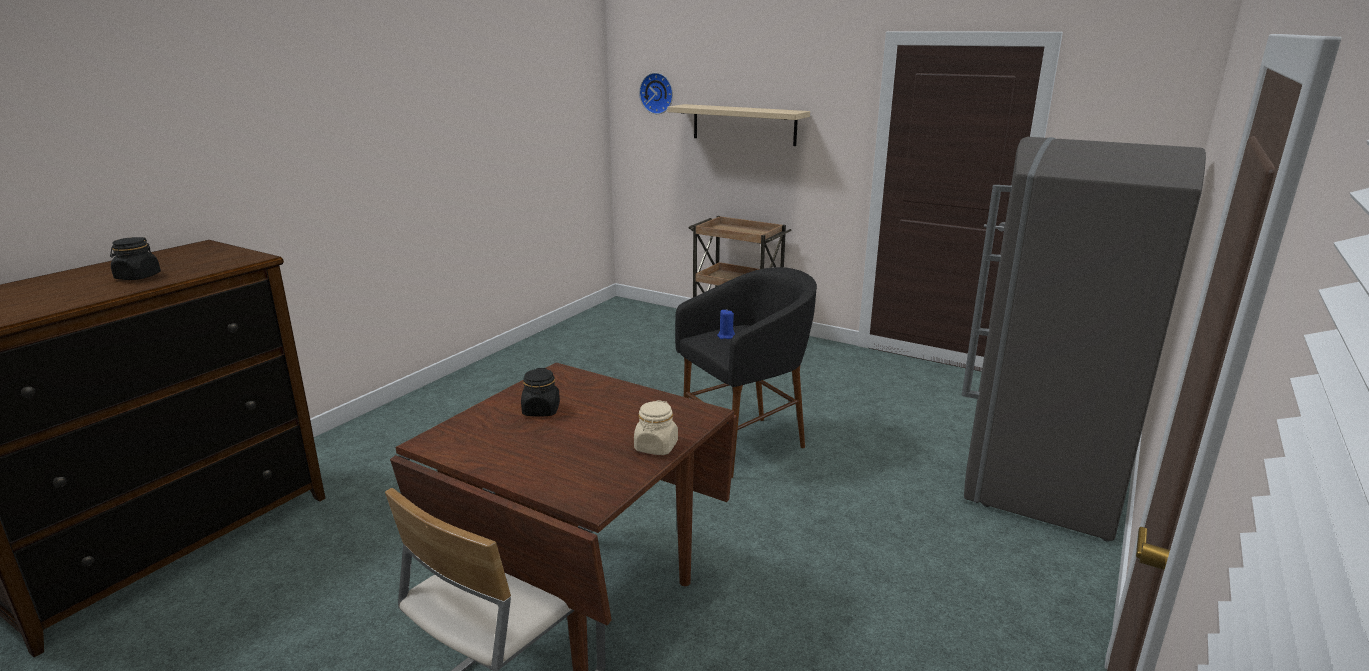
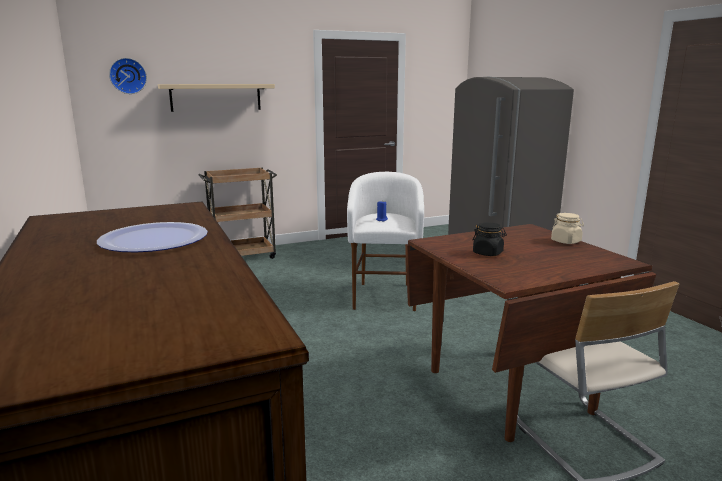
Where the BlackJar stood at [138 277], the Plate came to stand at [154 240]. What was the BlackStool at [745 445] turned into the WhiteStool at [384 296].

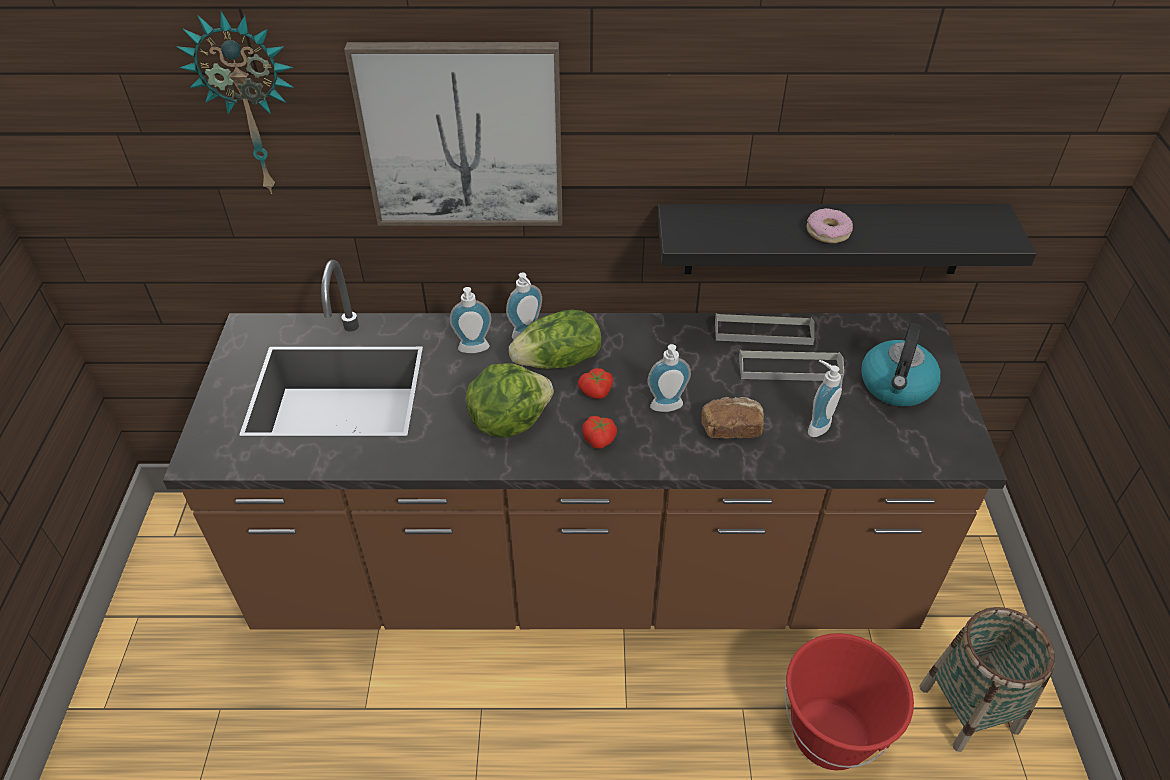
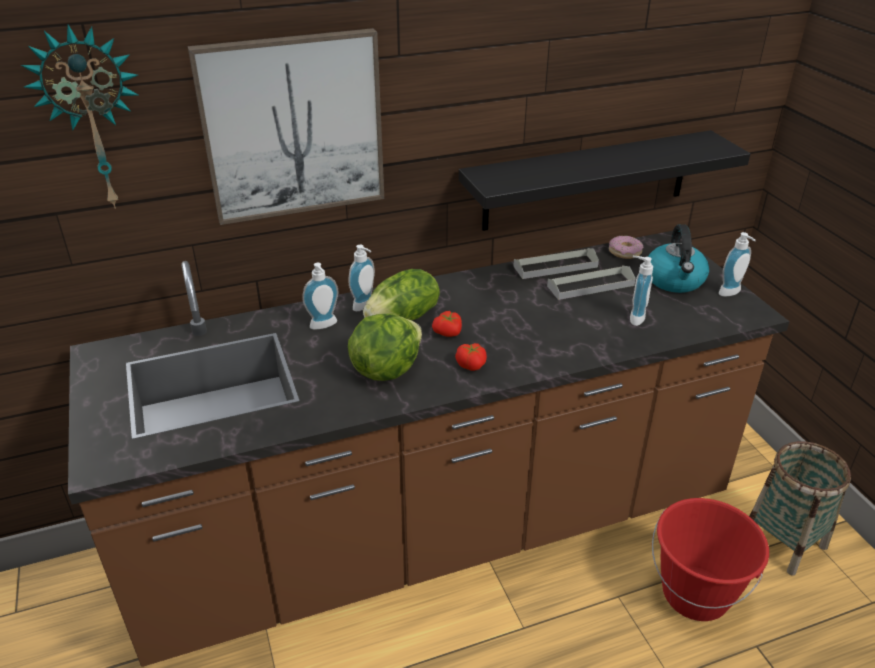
The Donut ended up elsewhere, having gone from [827 232] to [624 252]. The SoapDispenser ended up elsewhere, having gone from [667 408] to [732 293]. The second view lost the Bread at [730 428].

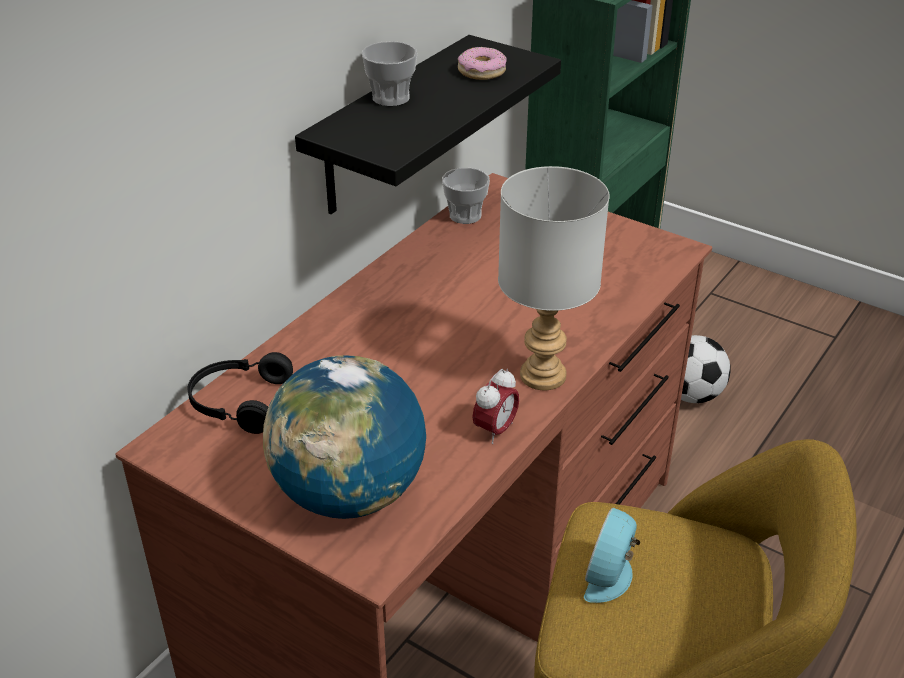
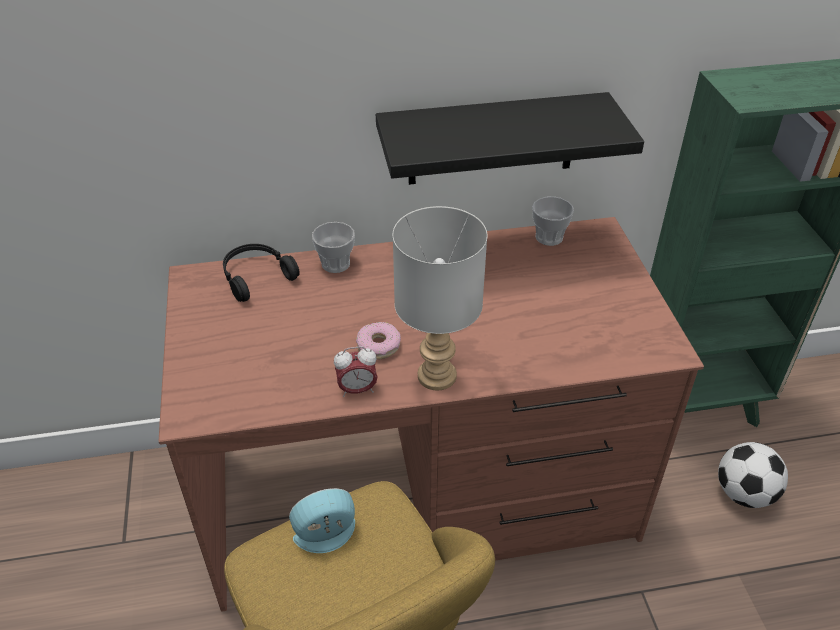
The Cup ended up elsewhere, having gone from [391 98] to [335 264]. The Donut ended up elsewhere, having gone from [481 71] to [378 345]. The second view lost the Globe at [349 494].

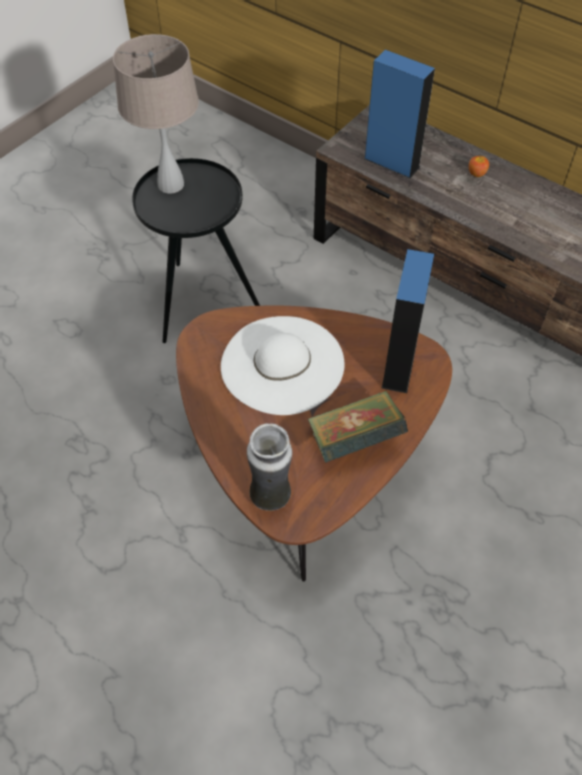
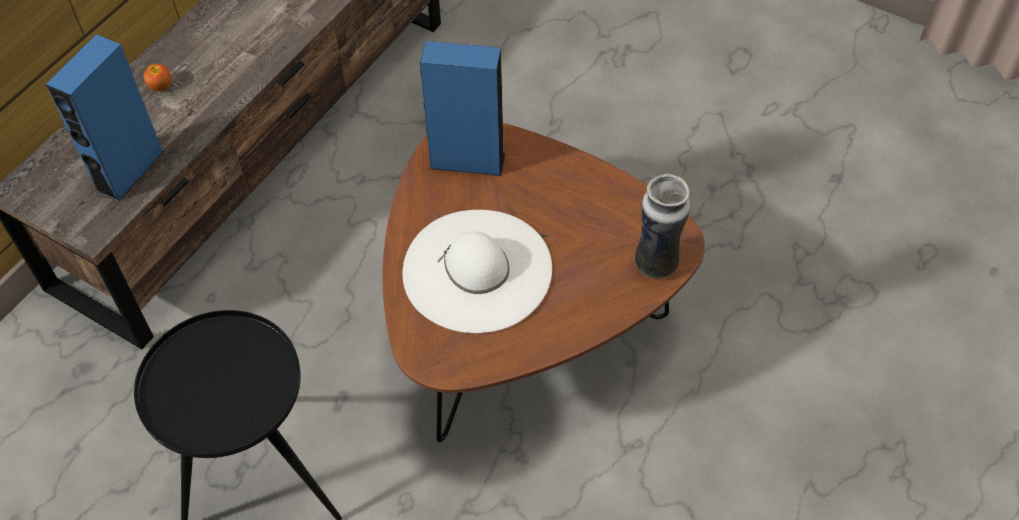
The second view lost the BeigeTableLamp at [170 184]. The second view lost the Book at [354 441].

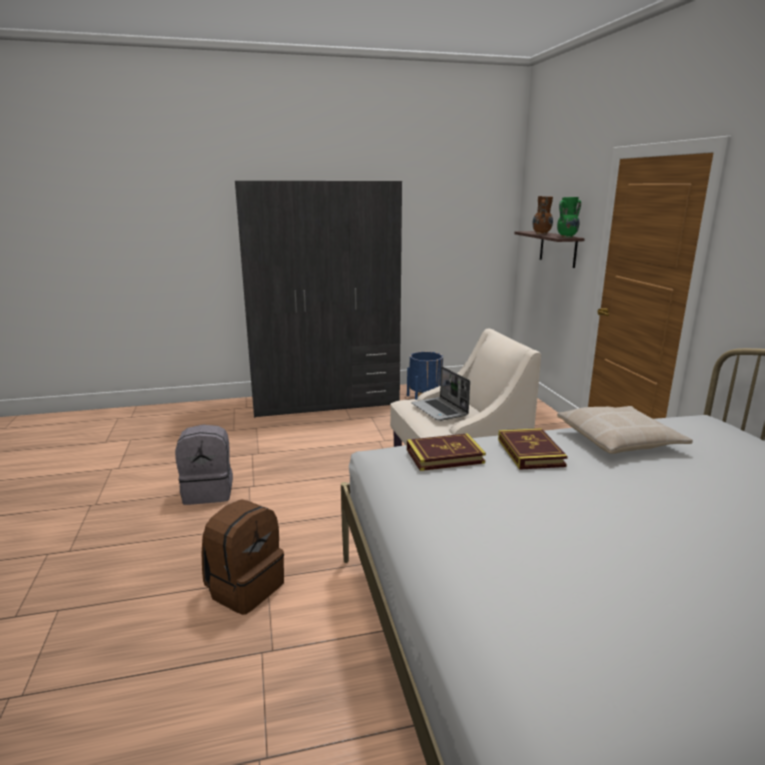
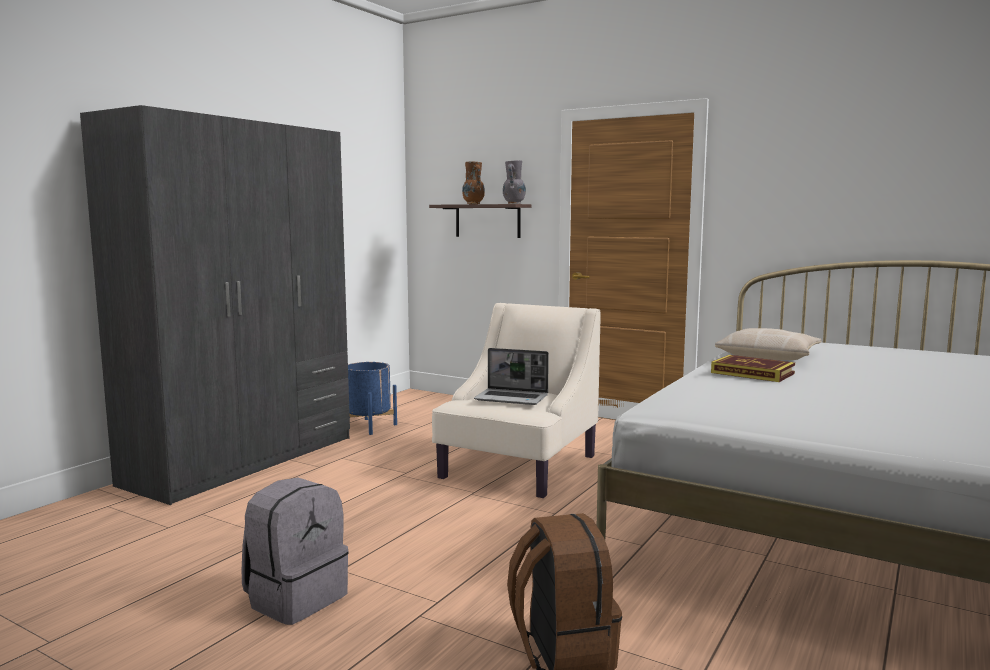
What was the GreenVase at [566 237] turned into the GreyVase at [513 203]. The second view lost the Book at [444 456].

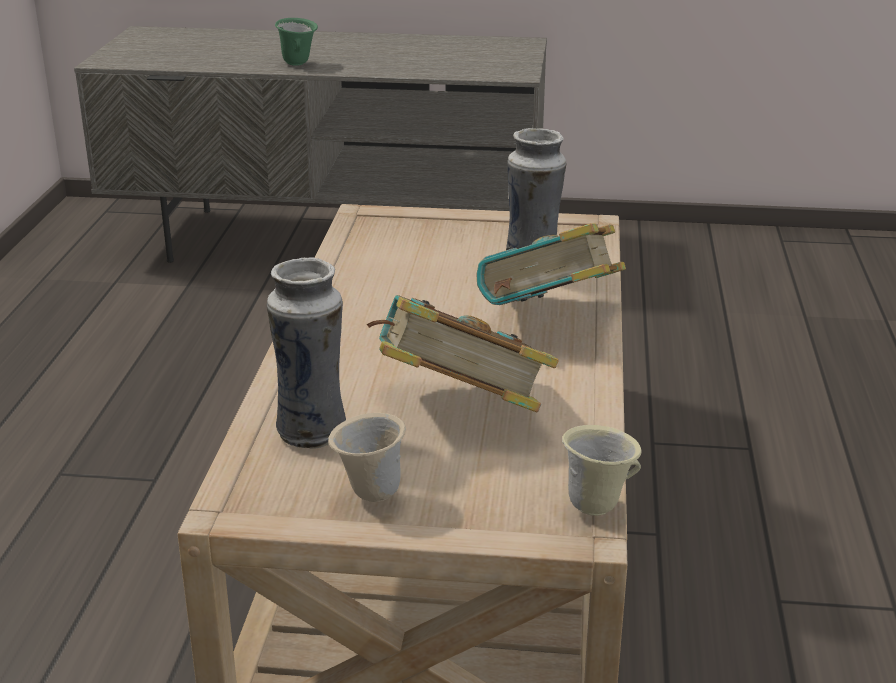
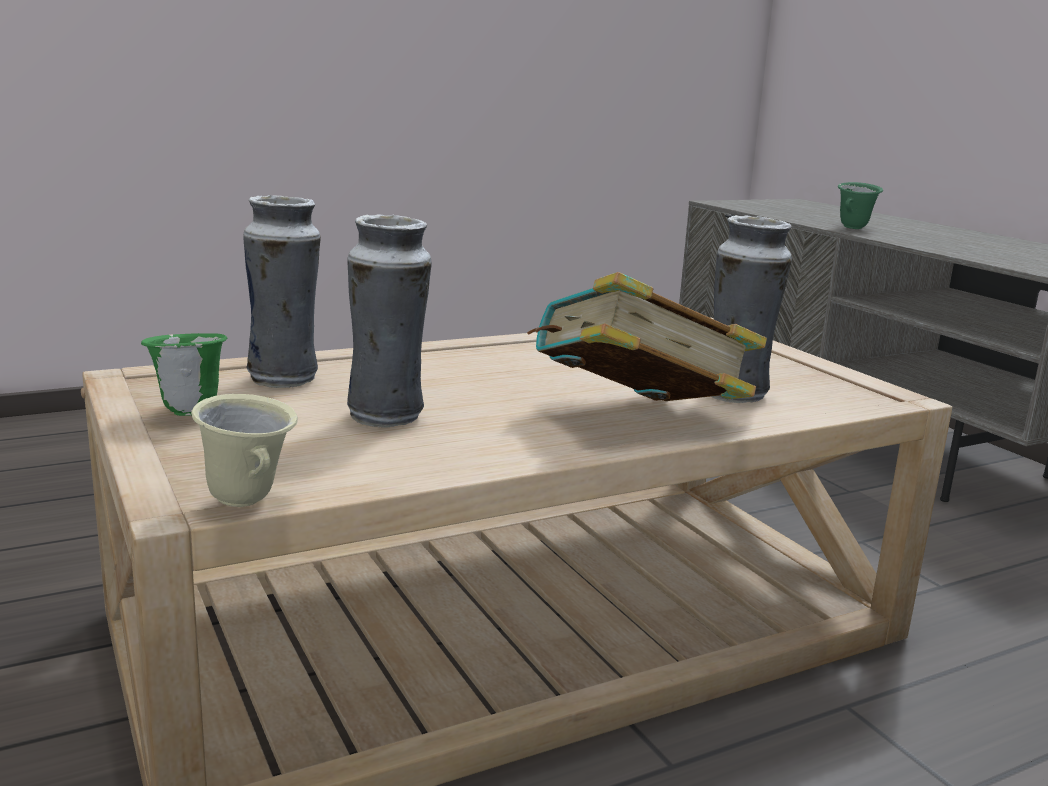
What was the BeigeMug at [369 494] turned into the GreenMug at [189 411]. Where the Book stood at [458 410], the Vase came to stand at [388 417].

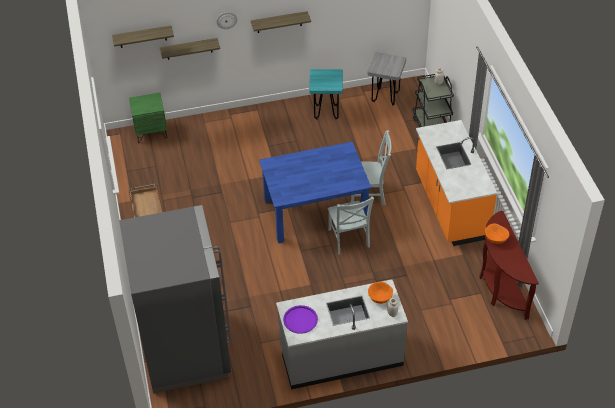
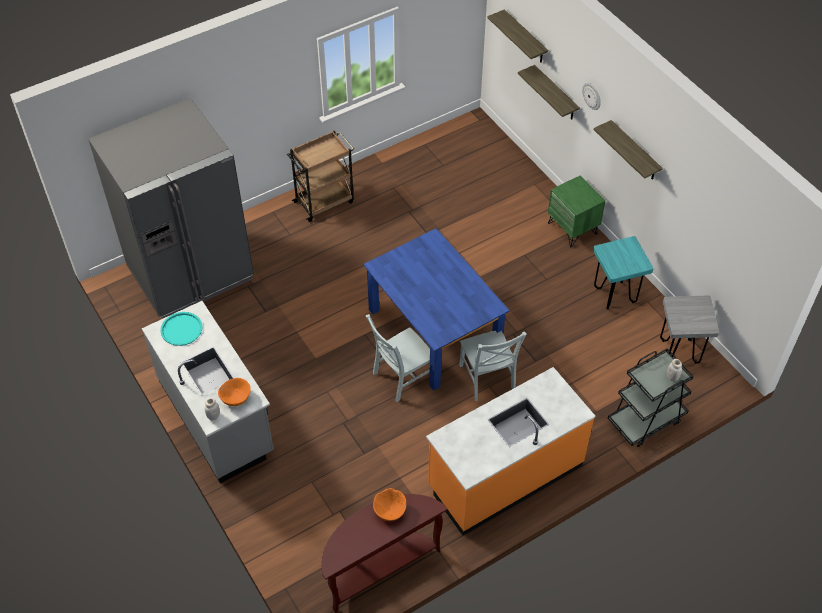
What was the PurpleTray at [300 320] turned into the TurquoiseTray at [181 329]. The GreenNightstand ended up elsewhere, having gone from [151 132] to [572 228].

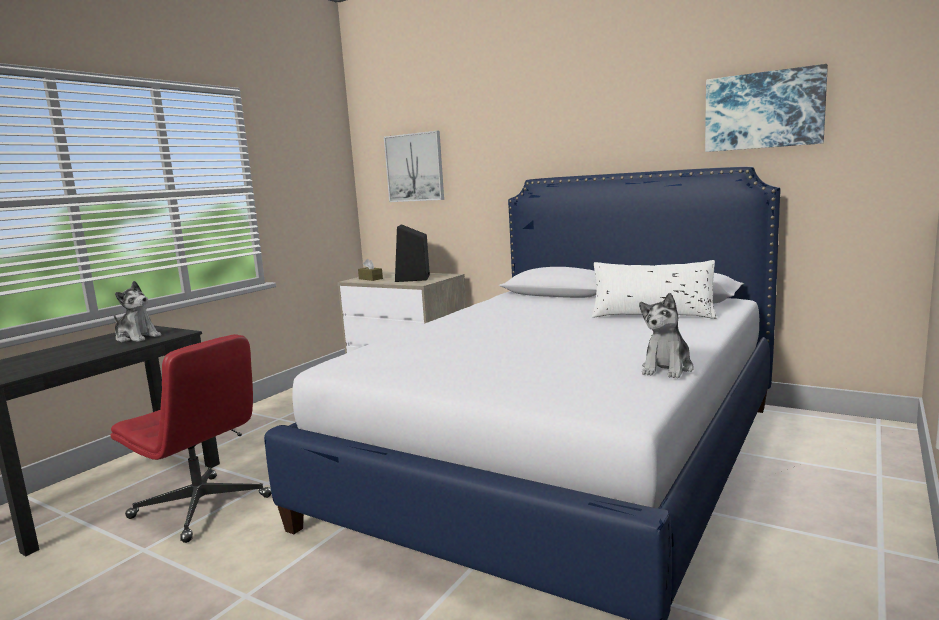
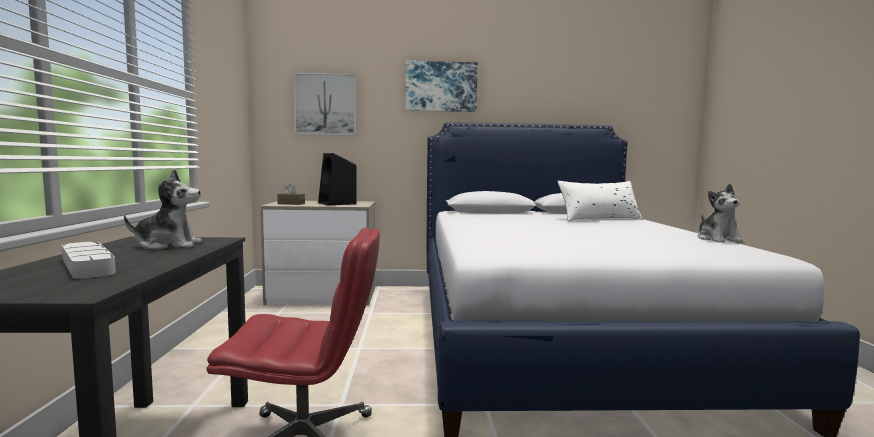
The second view gained the GreyTray at [87 265]. The Picture ended up elsewhere, having gone from [763 110] to [441 87].

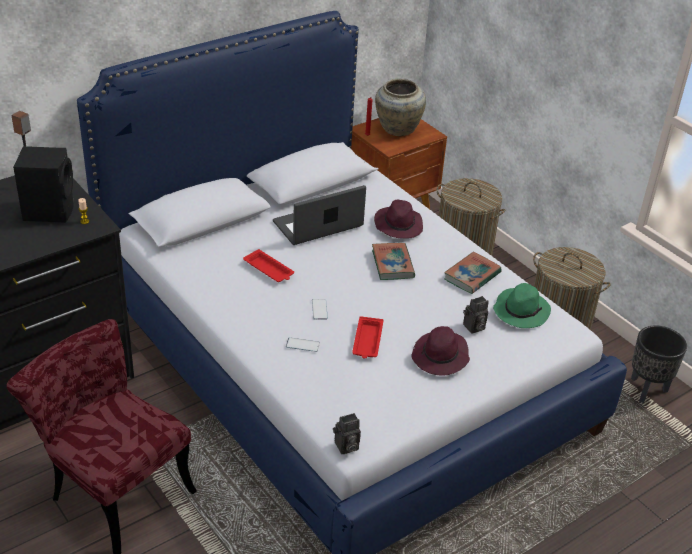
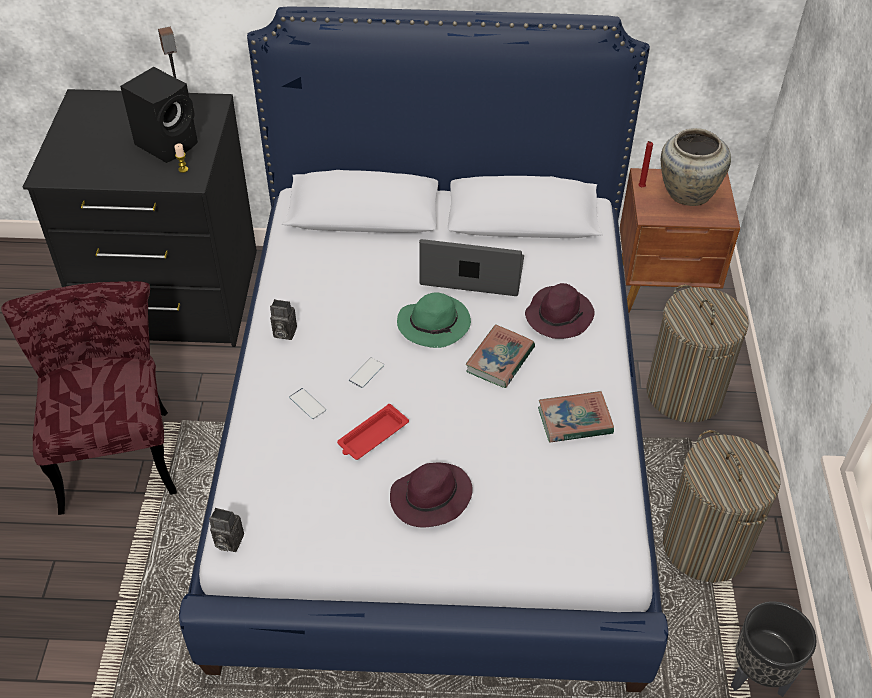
The PhotoCamera ended up elsewhere, having gone from [473 328] to [283 333]. The GreenHat ended up elsewhere, having gone from [521 311] to [435 324]. The second view lost the RedTray at [269 270].

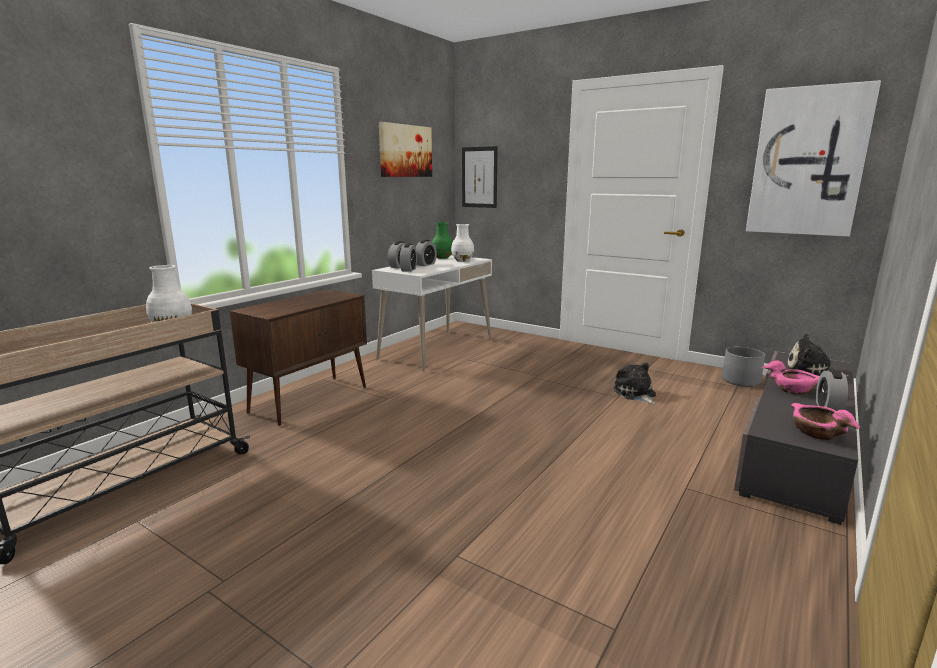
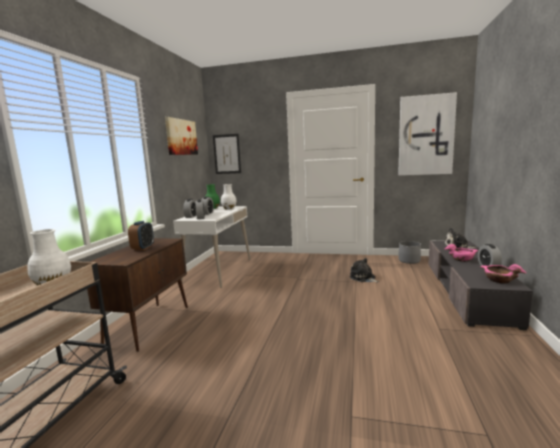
The second view gained the AlarmClock at [143 248].

